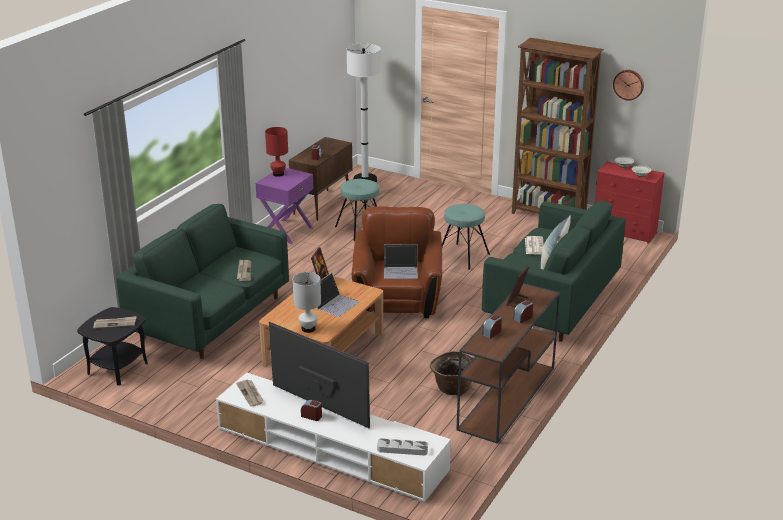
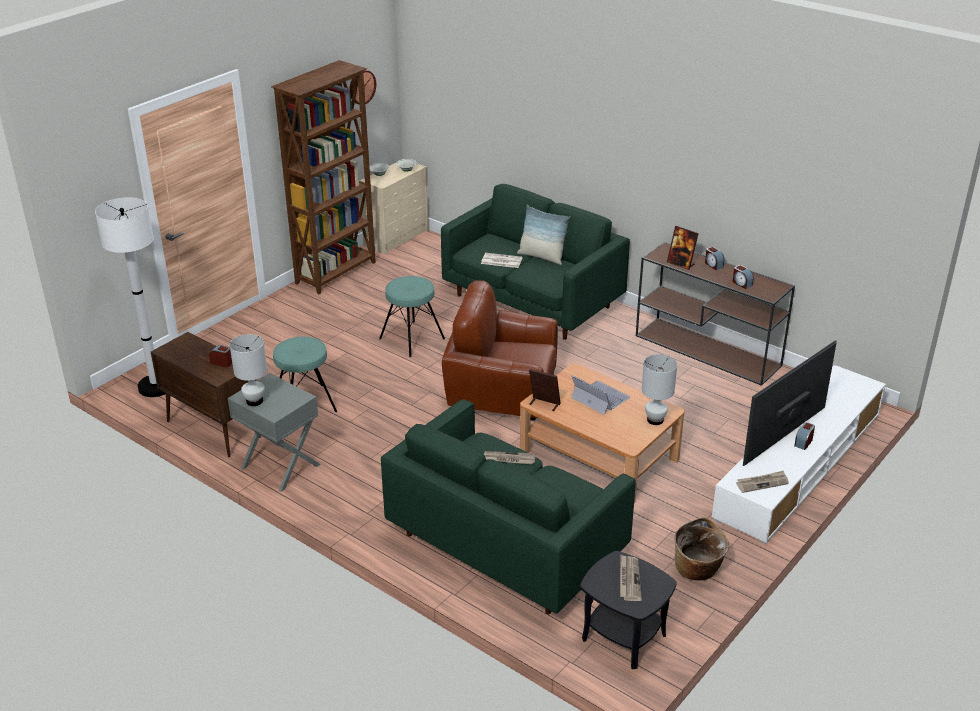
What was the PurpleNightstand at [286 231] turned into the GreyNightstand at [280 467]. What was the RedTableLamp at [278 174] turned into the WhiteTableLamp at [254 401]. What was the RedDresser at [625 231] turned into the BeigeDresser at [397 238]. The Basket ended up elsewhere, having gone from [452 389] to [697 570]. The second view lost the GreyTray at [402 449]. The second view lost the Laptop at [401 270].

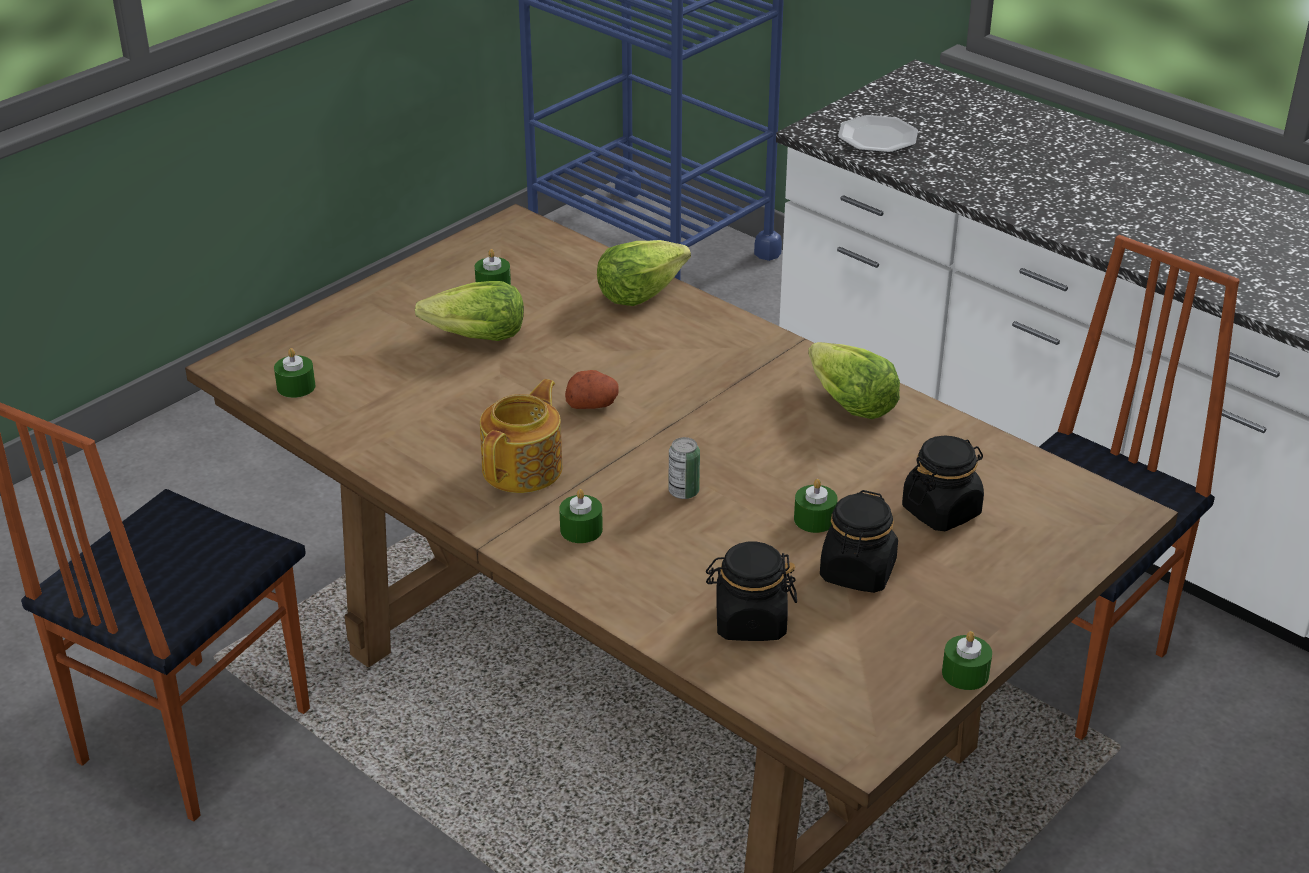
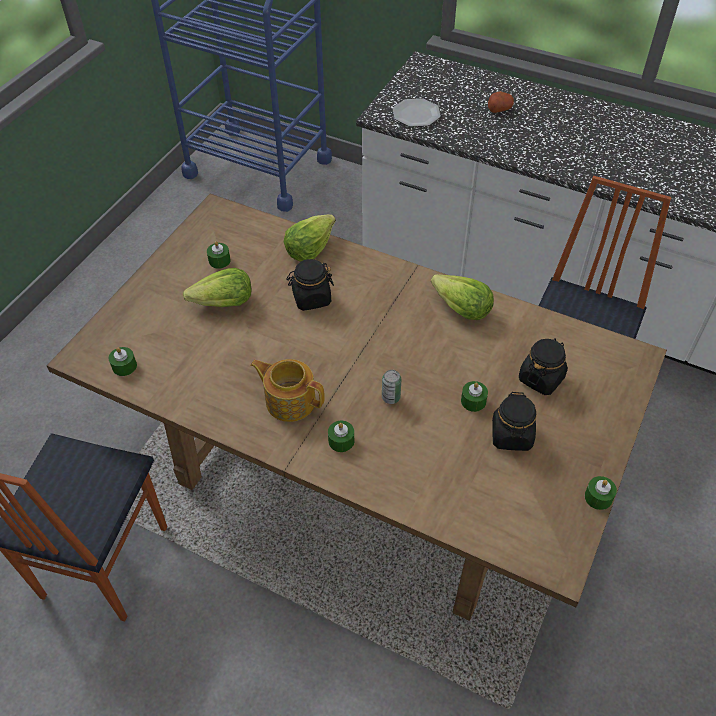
The Teapot at [524 468] ended up facing another way, 75 degrees counterclockwise from before. The BlackJar ended up elsewhere, having gone from [750 622] to [311 298]. The Potato ended up elsewhere, having gone from [592 404] to [499 109].

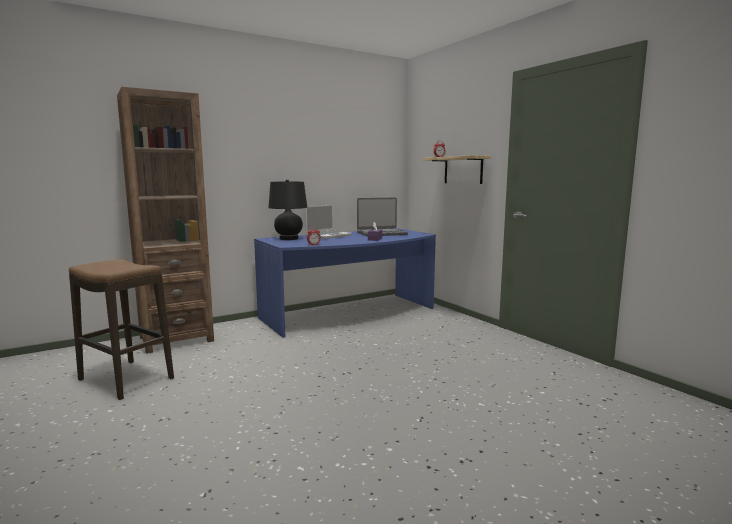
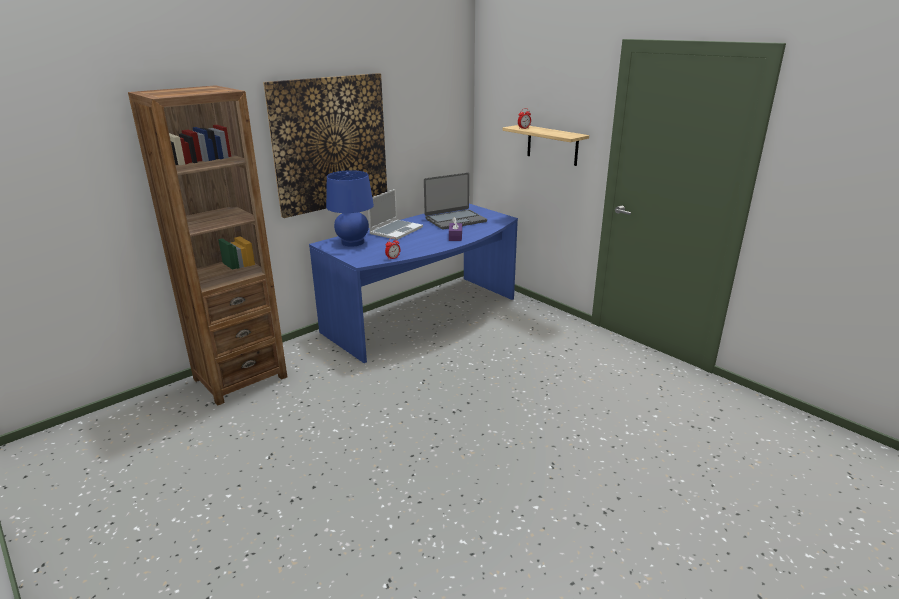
The second view gained the Picture at [330 143]. What was the BlackTableLamp at [289 238] turned into the BlueTableLamp at [353 242]. The second view lost the Stool at [126 379].

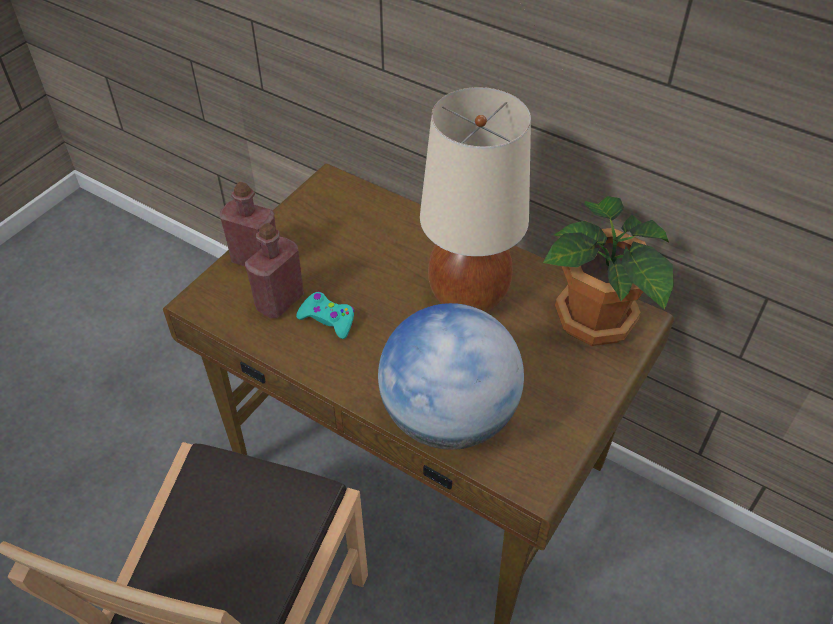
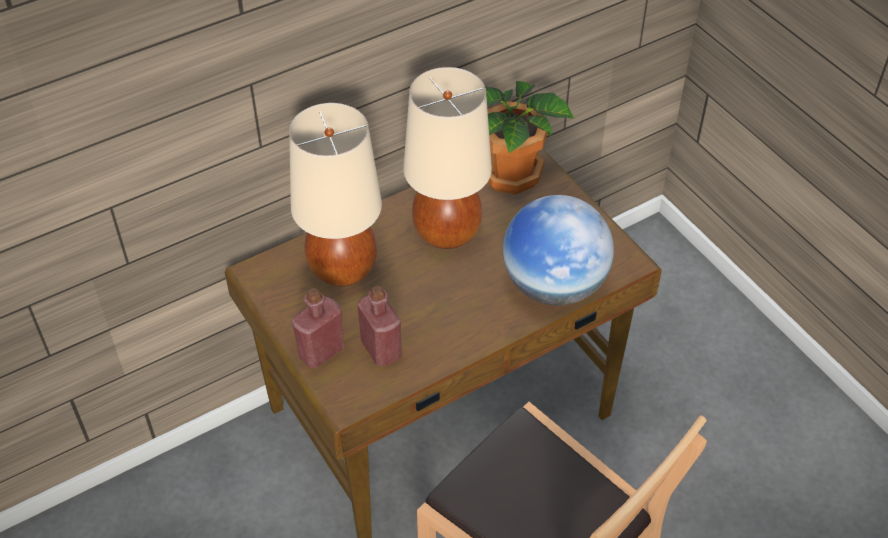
The second view gained the BeigeTableLamp at [343 269]. The second view lost the TurquoiseGameController at [328 319].

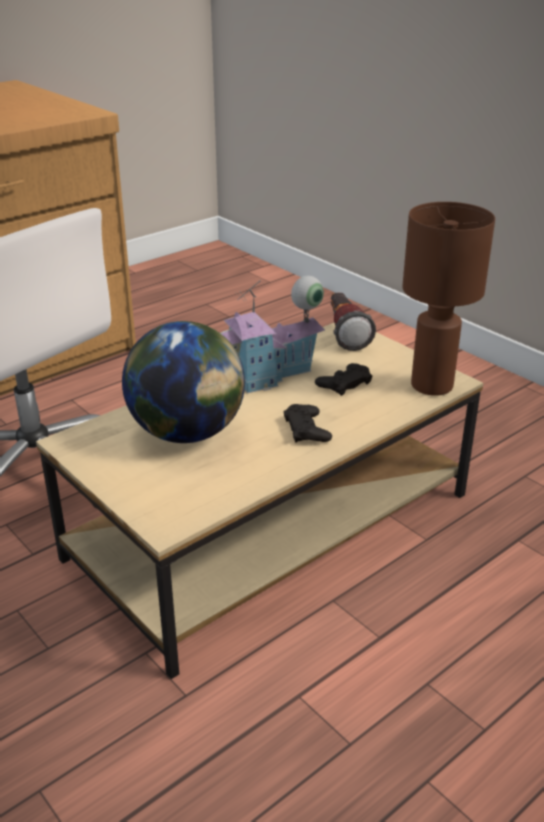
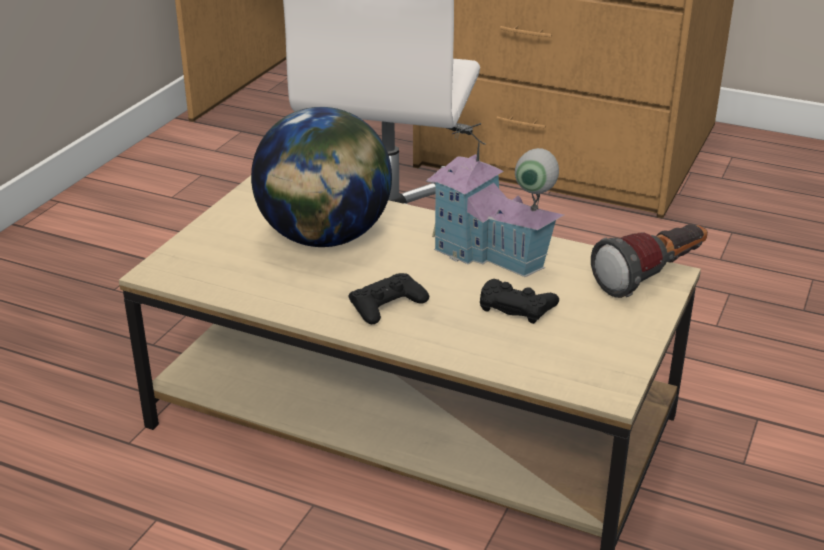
The second view lost the BrownTableLamp at [430 385].

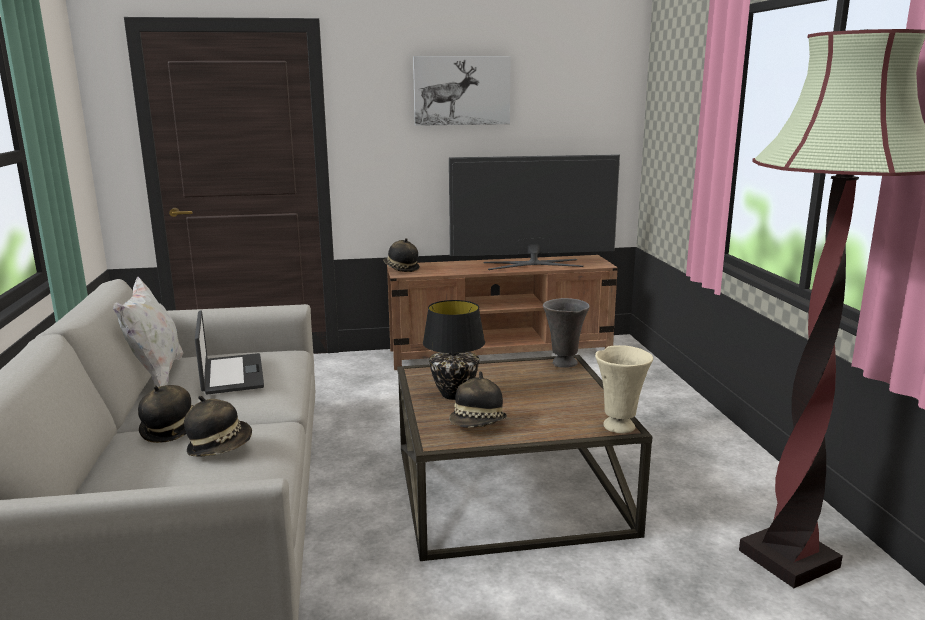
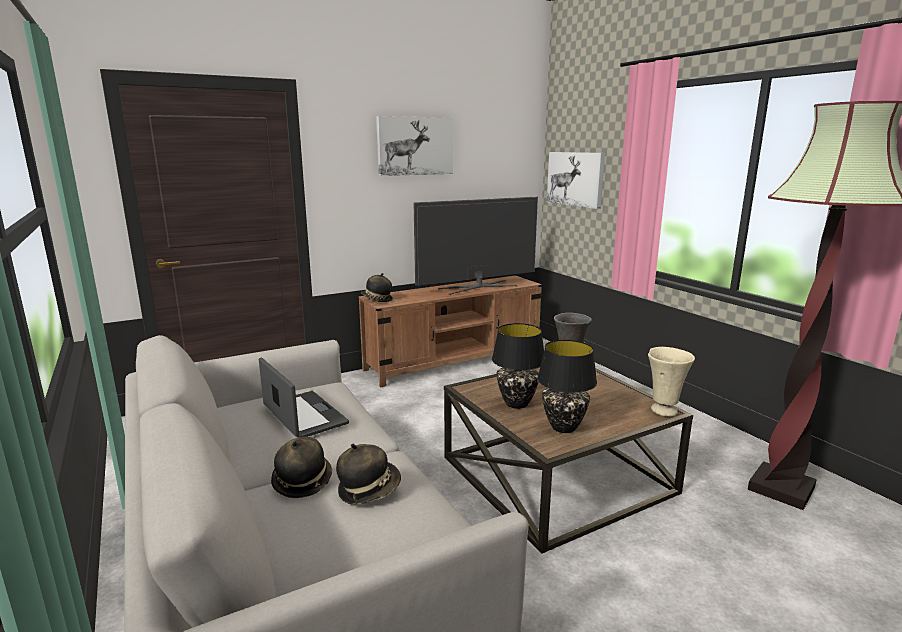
Where the Hat stood at [478 425], the BlackTableLamp came to stand at [564 427]. The second view gained the Picture at [575 179]. The second view lost the WhitePillow at [156 375].

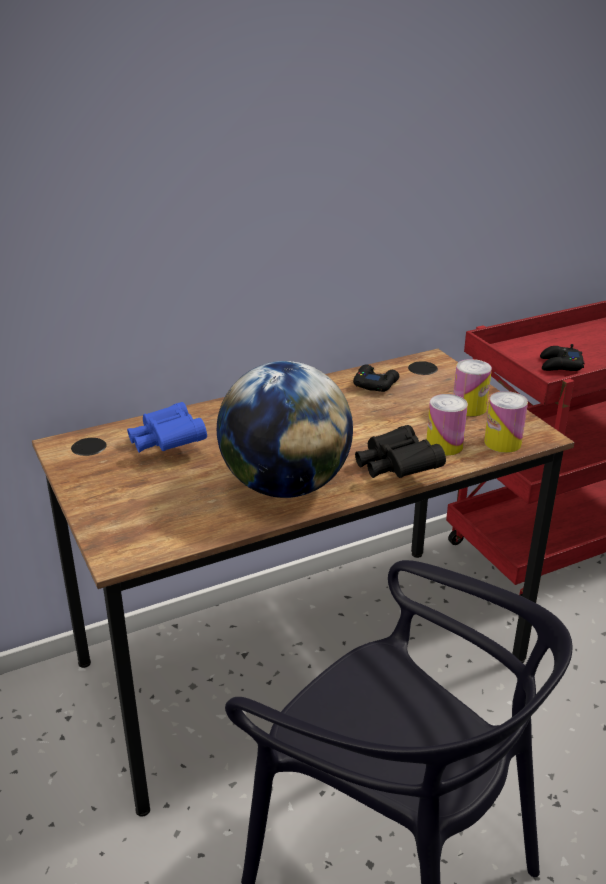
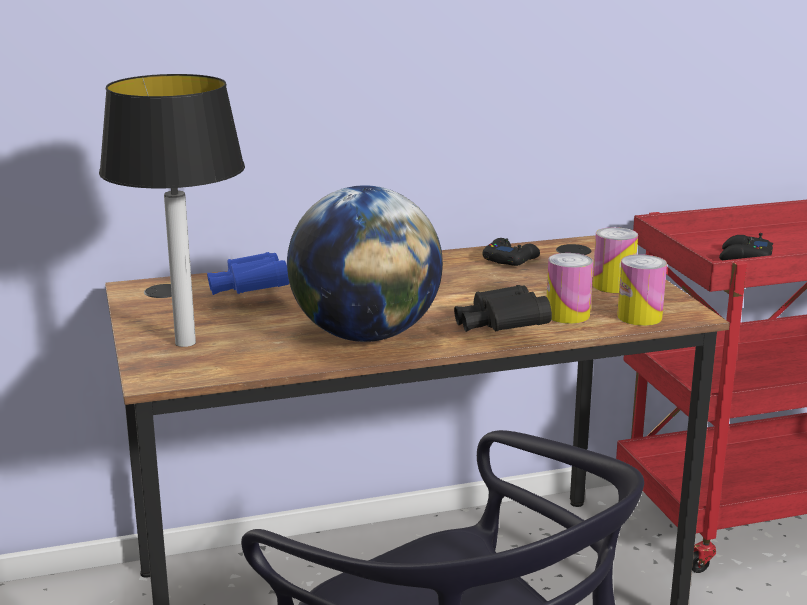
The second view gained the TableLamp at [186 342].

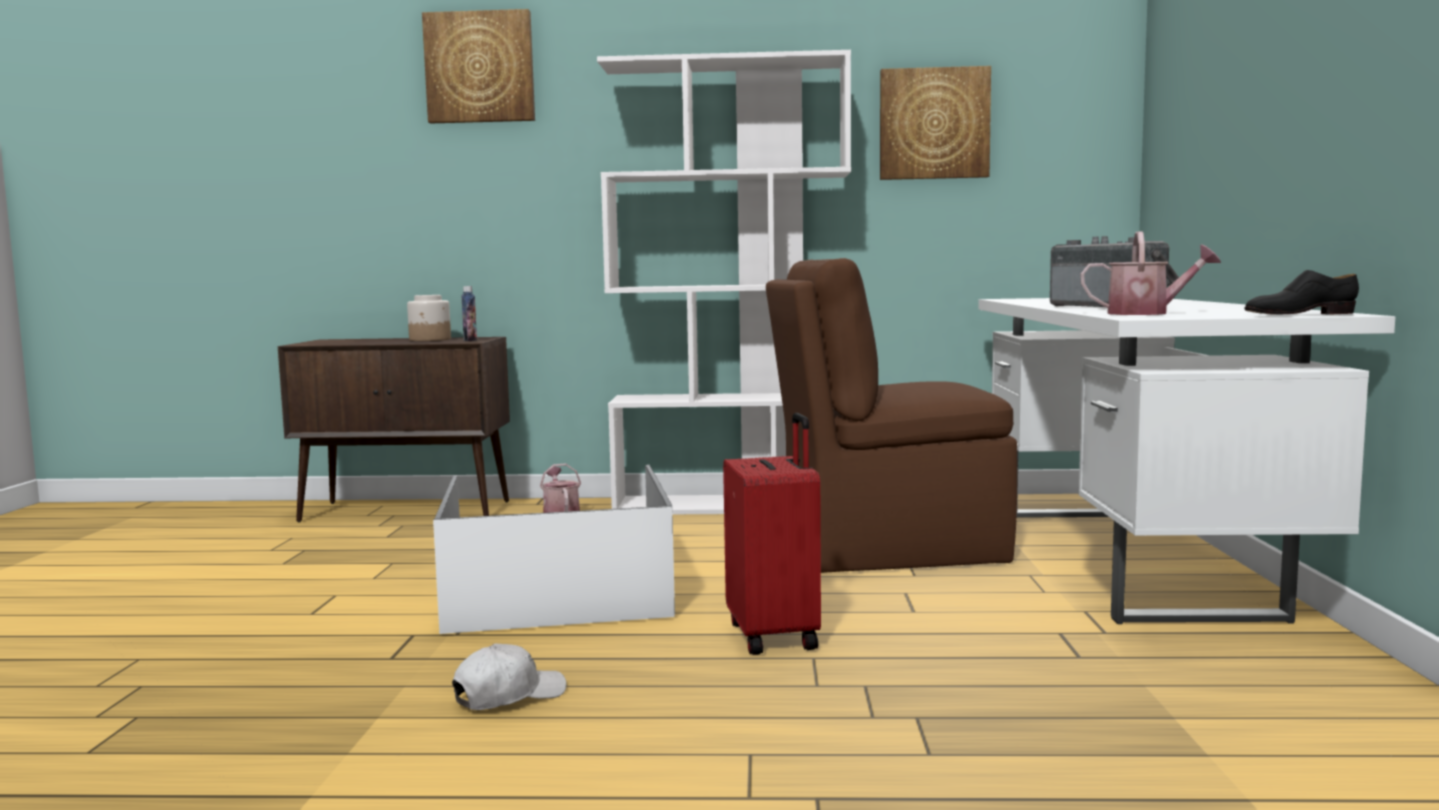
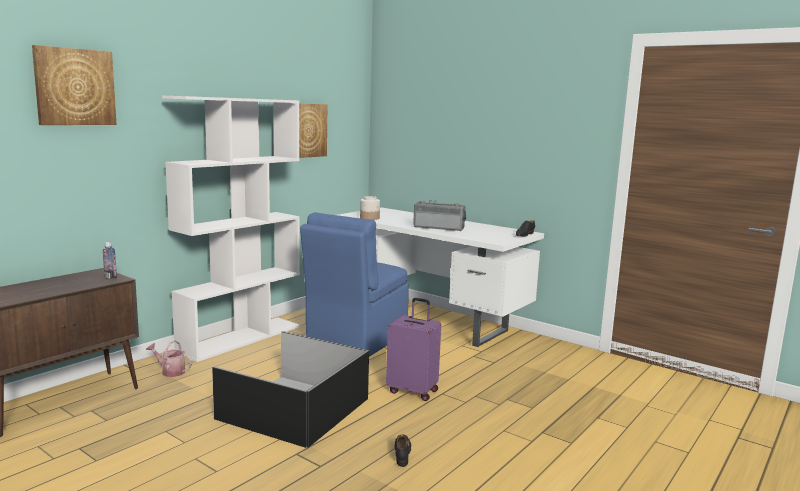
What was the WhiteStorageBox at [561 591] turned into the BlackStorageBox at [294 408]. What was the BrownChair at [887 549] turned into the BlueChair at [355 340]. The Jar ended up elsewhere, having gone from [430 339] to [370 218]. What was the RedSuitcase at [775 635] turned into the PurpleSuitcase at [413 391]. Where the WhiteCap stood at [509 696], the BlackShoe came to stand at [402 453]. The second view lost the WateringCan at [1146 313].

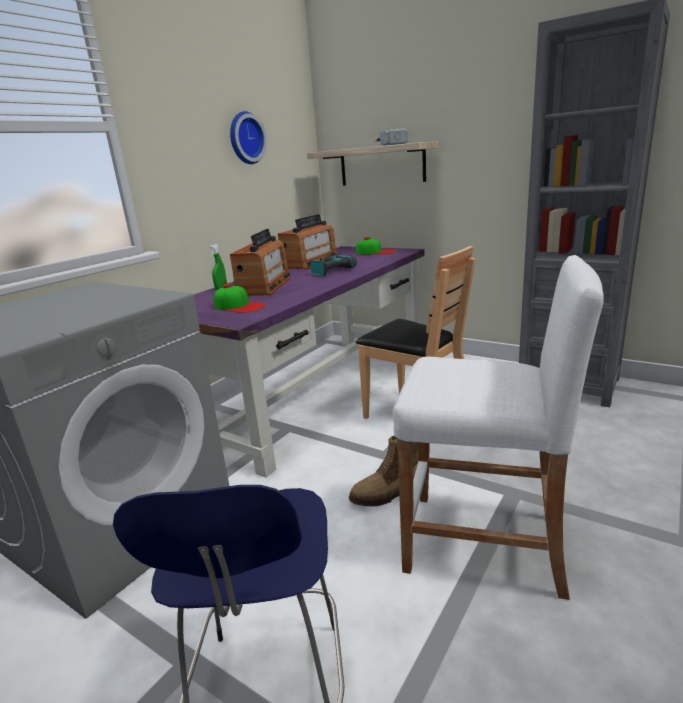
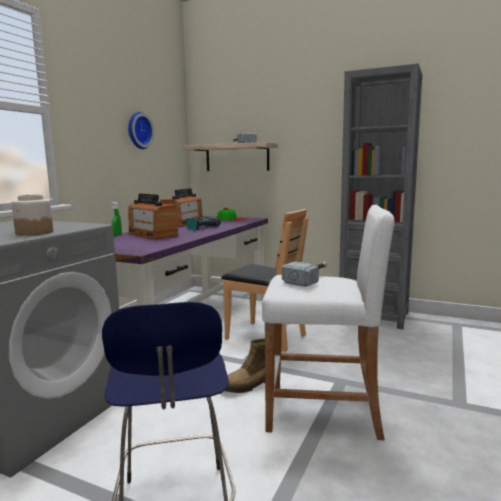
The second view gained the Jar at [34 233]. The Radio at [265 286] ended up facing another way, 135 degrees clockwise from before. The second view gained the Hammer at [309 279]. The second view lost the Cap at [239 306].

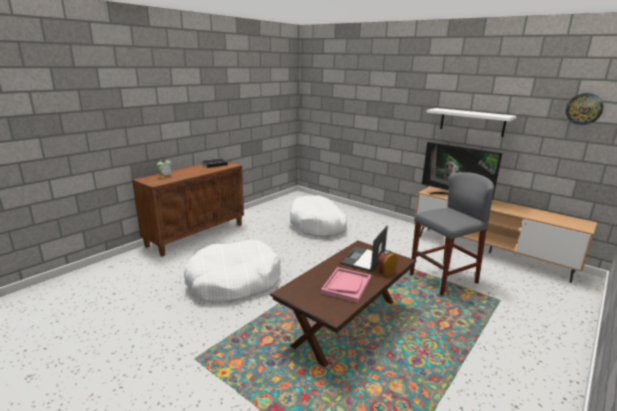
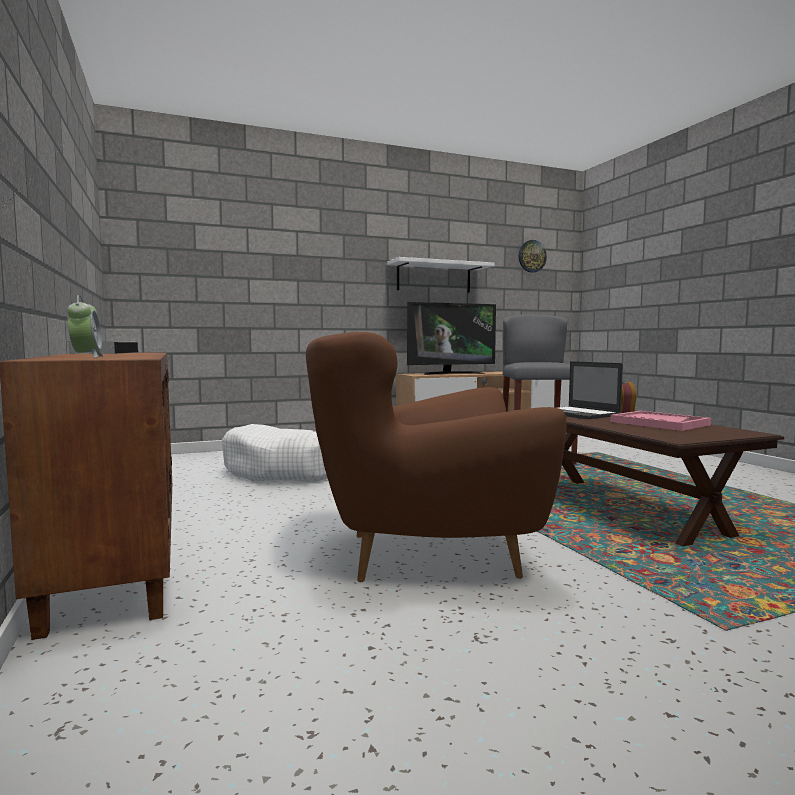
Where the WhiteDogBed stood at [233 281], the BrownArmchair came to stand at [425 554].

